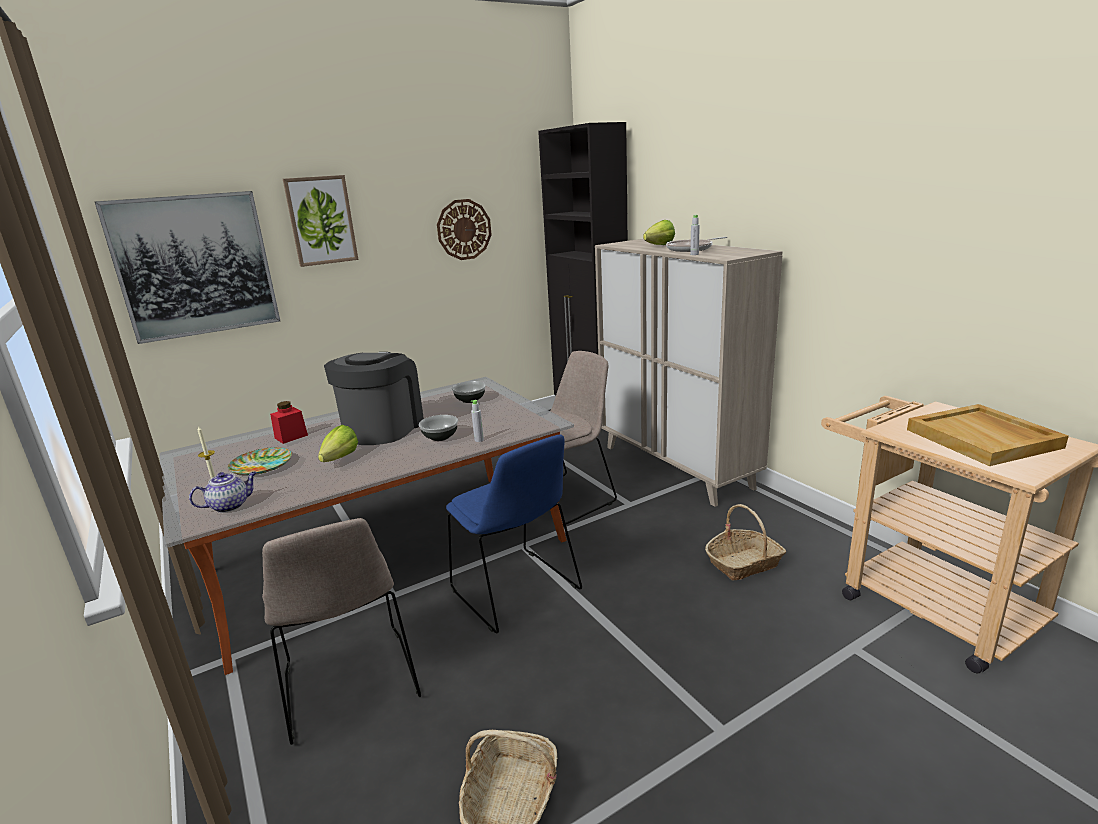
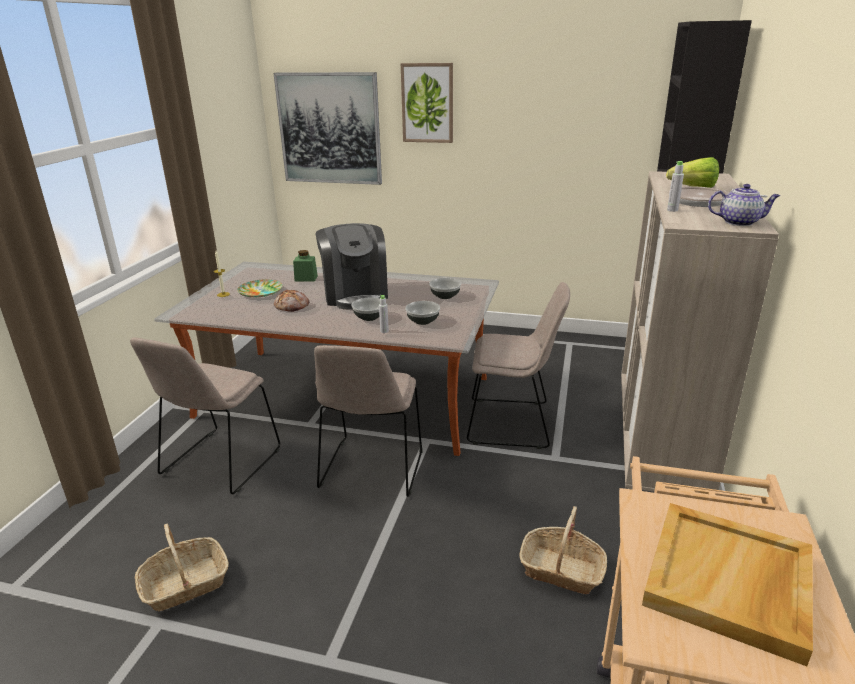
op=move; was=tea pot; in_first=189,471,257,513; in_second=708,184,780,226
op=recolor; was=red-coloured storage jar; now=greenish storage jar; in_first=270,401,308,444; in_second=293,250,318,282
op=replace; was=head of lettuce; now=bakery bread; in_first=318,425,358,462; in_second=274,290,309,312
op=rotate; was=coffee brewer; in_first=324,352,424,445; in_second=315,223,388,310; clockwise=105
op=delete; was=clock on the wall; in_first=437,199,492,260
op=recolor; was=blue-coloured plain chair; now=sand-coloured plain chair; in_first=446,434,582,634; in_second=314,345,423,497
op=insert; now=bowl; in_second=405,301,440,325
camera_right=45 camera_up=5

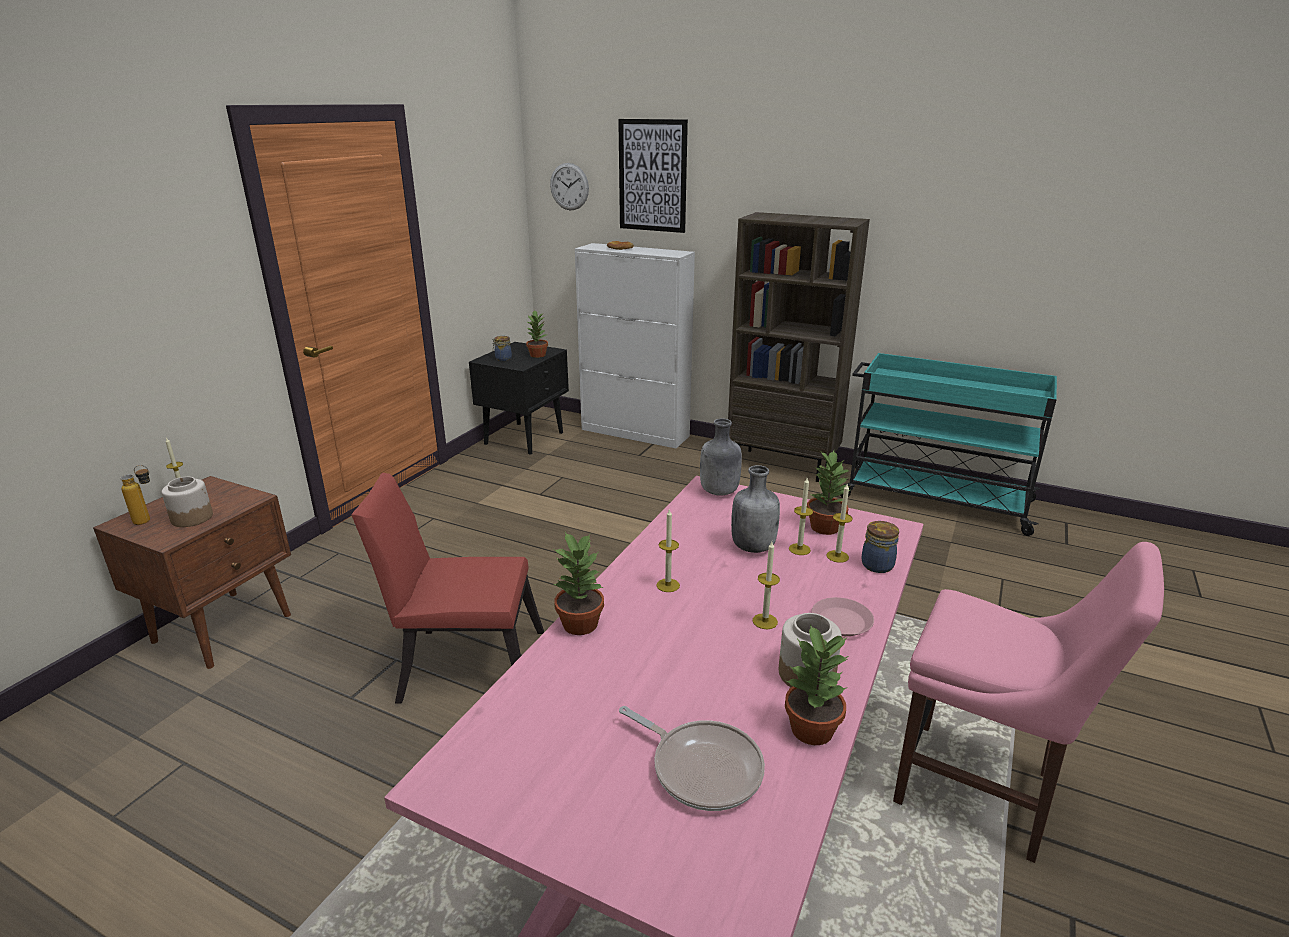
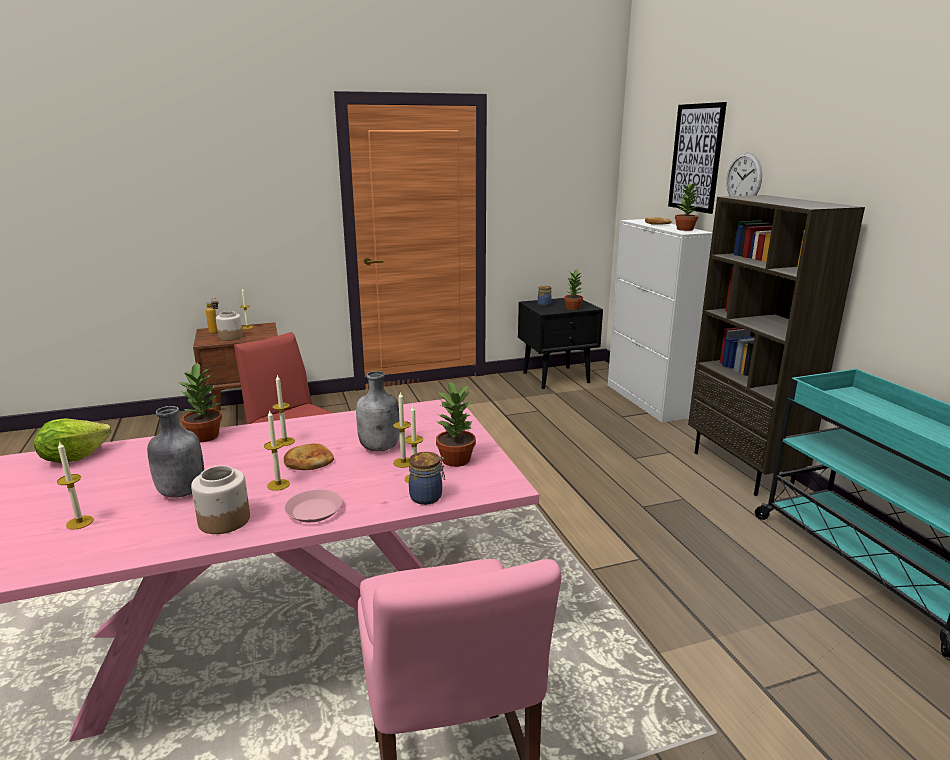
op=move; was=clock on the wall; in_first=550,163,589,210; in_second=726,152,762,196
op=replace; was=skillet; now=wax candle; in_first=619,706,765,811; in_second=57,441,94,530
op=move; was=gray bottle; in_first=700,418,742,496; in_second=147,406,204,498
op=move; was=houseplant; in_first=785,624,848,745; in_second=675,183,699,231
op=insert; now=head of lettuce; in_second=34,418,111,463
op=insert; now=bakery bread; in_second=284,444,334,470
camera_right=45 camera_up=-5

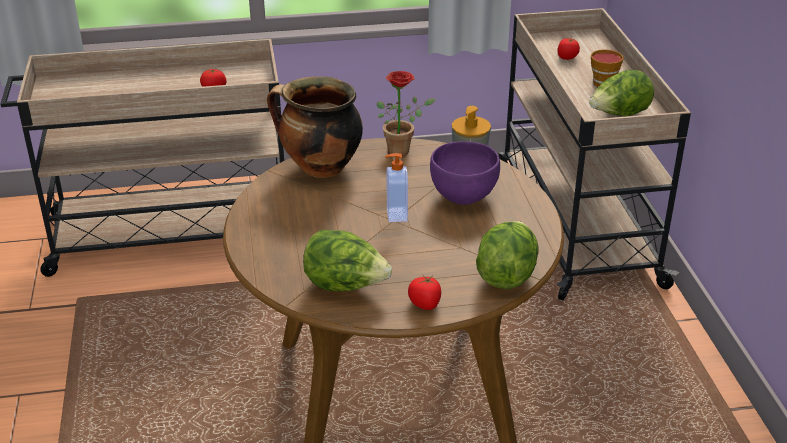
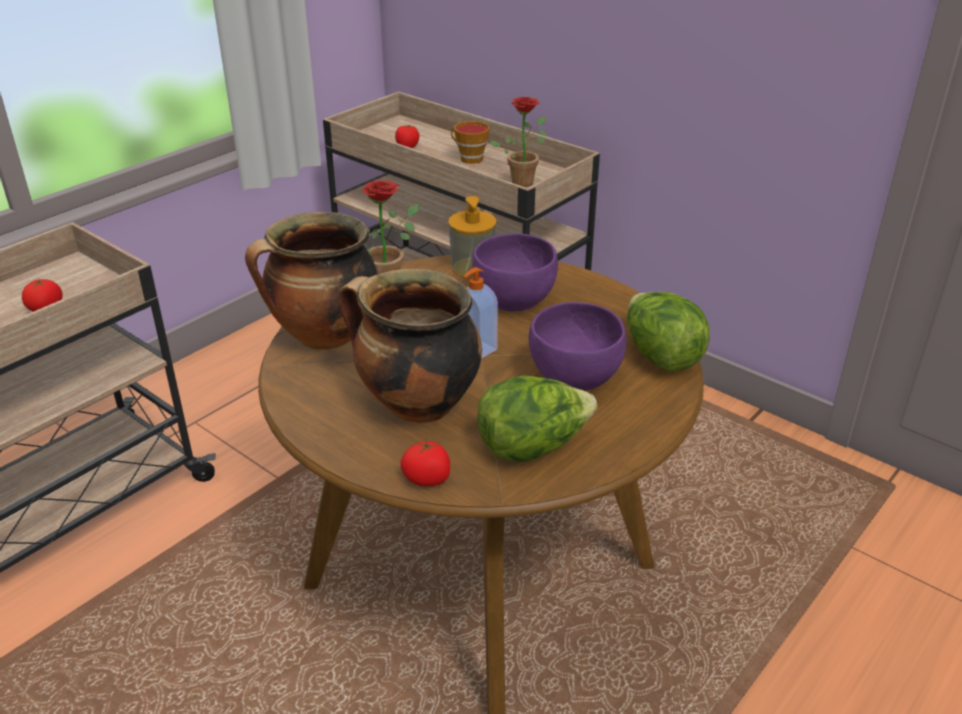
op=move; was=fresh tomato; in_first=408,276,441,310; in_second=400,439,450,486
op=replace; was=head of lettuce; now=houseplant; in_first=589,70,654,116; in_second=490,97,547,187
op=insert; now=saucepot; in_second=338,269,482,423
op=insert; now=purplish bowl; in_second=529,302,627,391
camera_right=-40 camera_up=0

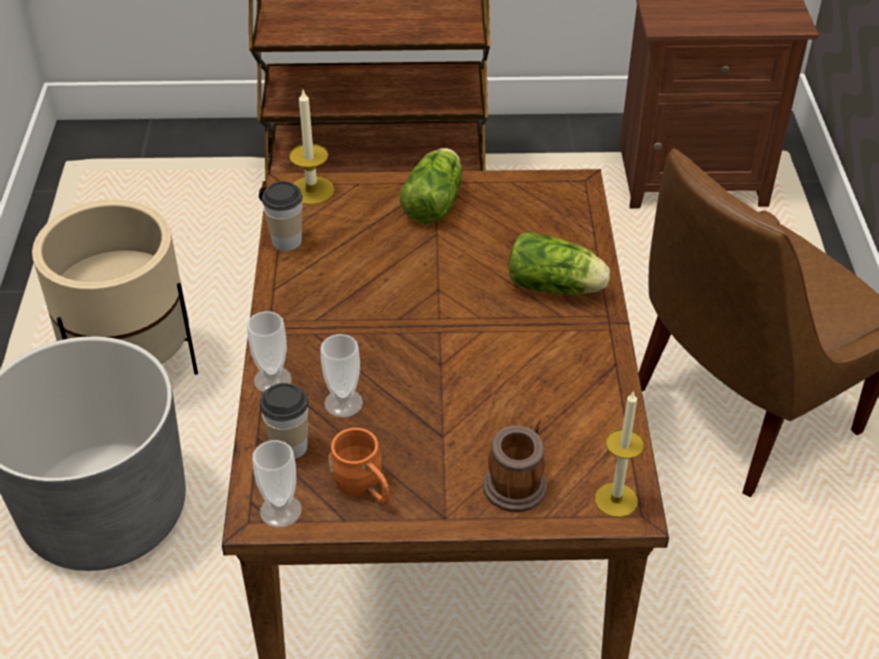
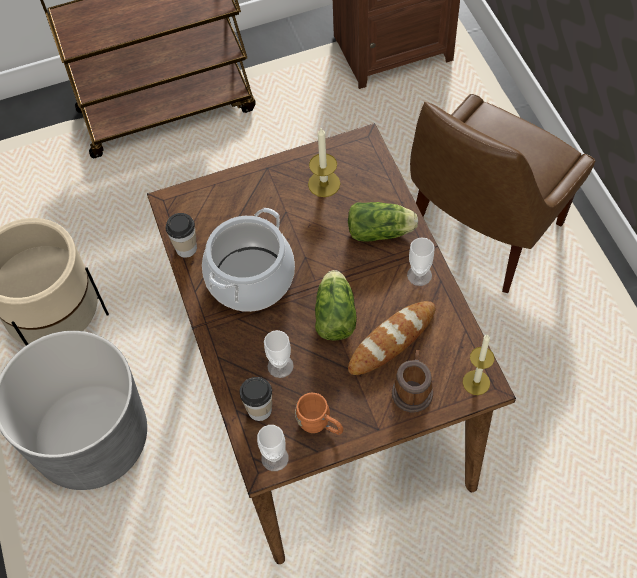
op=move; was=small cup; in_first=247,311,292,392; in_second=407,237,435,286
op=move; was=wax candle; in_first=289,88,334,205; in_second=308,128,340,197
op=move; was=head of lettuce; in_first=400,148,462,224; in_second=315,270,357,341
op=insert; now=saucepot; in_second=202,208,295,312
op=insert; now=bakery bread; in_second=348,301,436,375
camera_right=-15 camera_up=15

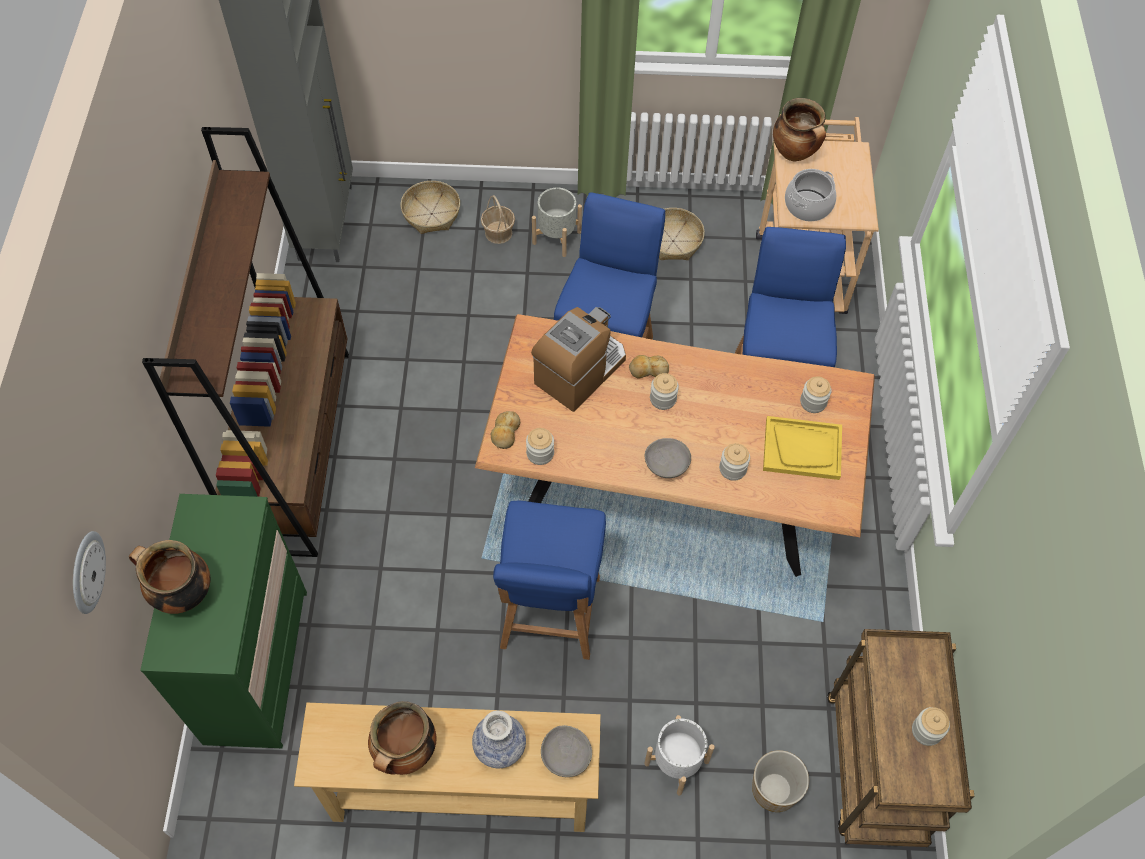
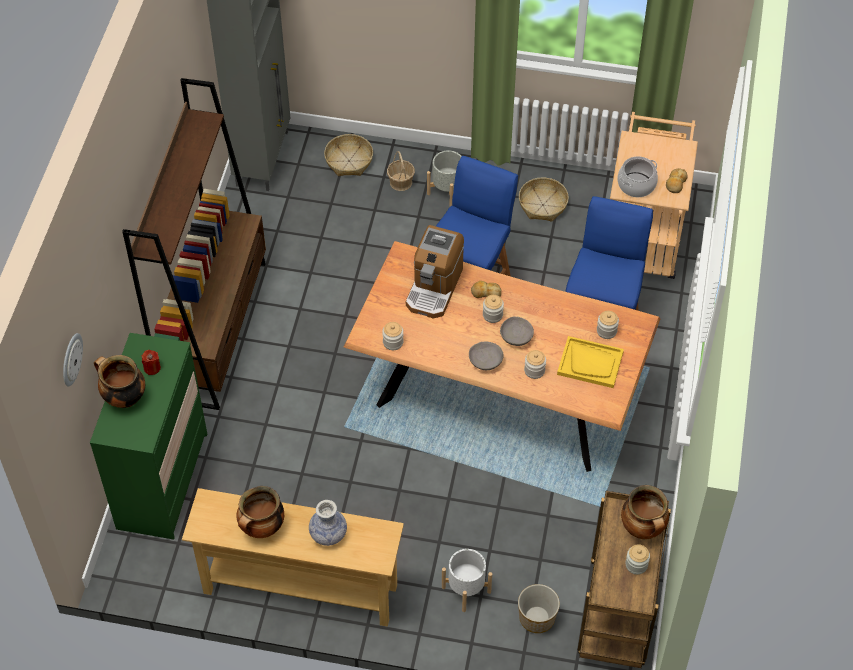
op=move; was=bakery bread; in_first=491,411,520,449; in_second=666,168,688,193
op=delete; was=blue-coloured plain chair; in_first=493,501,606,660
op=rotate; was=coffee brewer; in_first=531,307,626,412; in_second=406,225,464,319; clockwise=150
op=move; was=gray bowl; in_first=541,725,592,777; in_second=500,317,534,346
op=move; was=saucepot; in_first=773,98,826,161; in_second=621,485,669,539
op=insert; now=red-coloured wax candle; in_second=142,350,161,375
camera_right=10 camera_up=-5

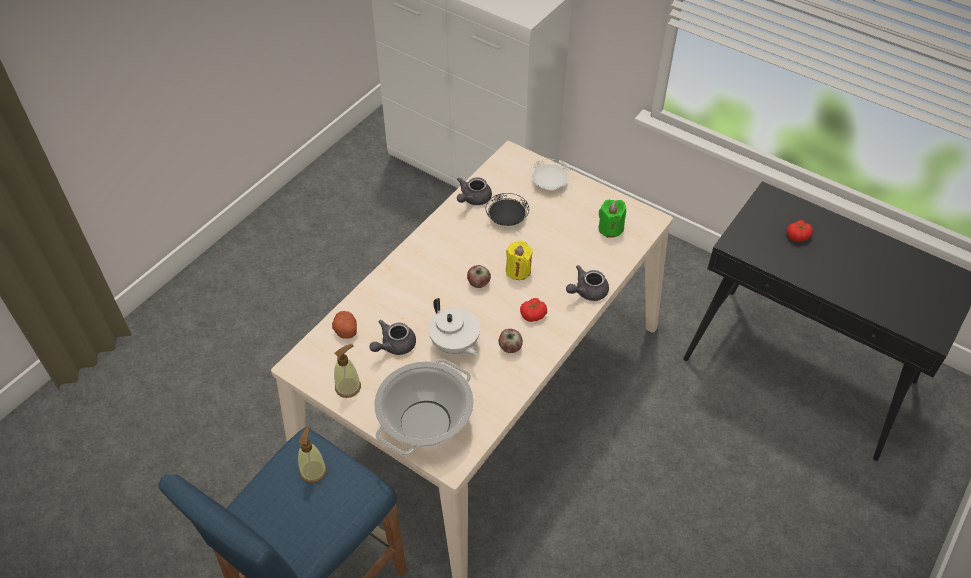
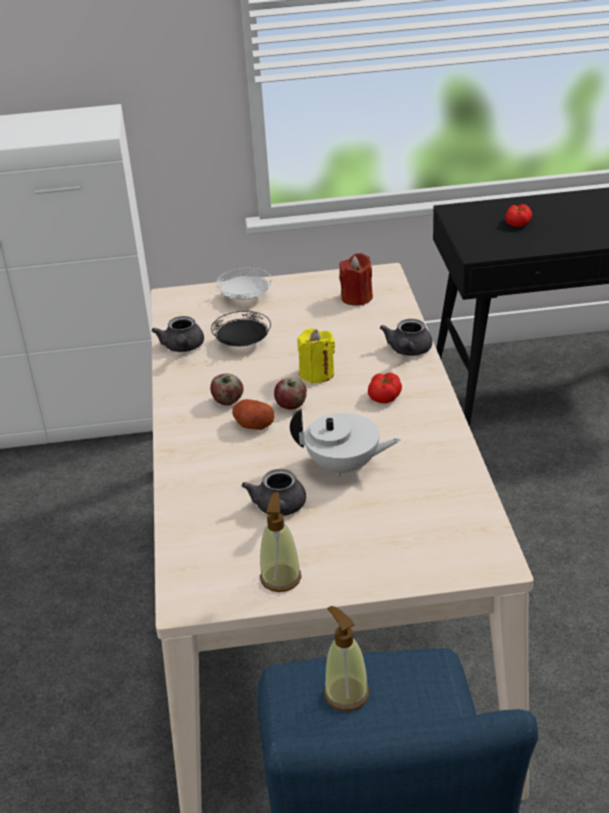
op=move; was=whole potato; in_first=332,311,357,339; in_second=232,399,274,430
op=delete; was=saucepot; in_first=374,359,474,455
op=move; was=apple; in_first=498,329,523,353; in_second=210,374,243,405
op=recolor; was=greenish wax candle; now=red-coloured wax candle; in_first=598,200,626,238; in_second=339,253,373,306
camera_right=-40 camera_up=-15

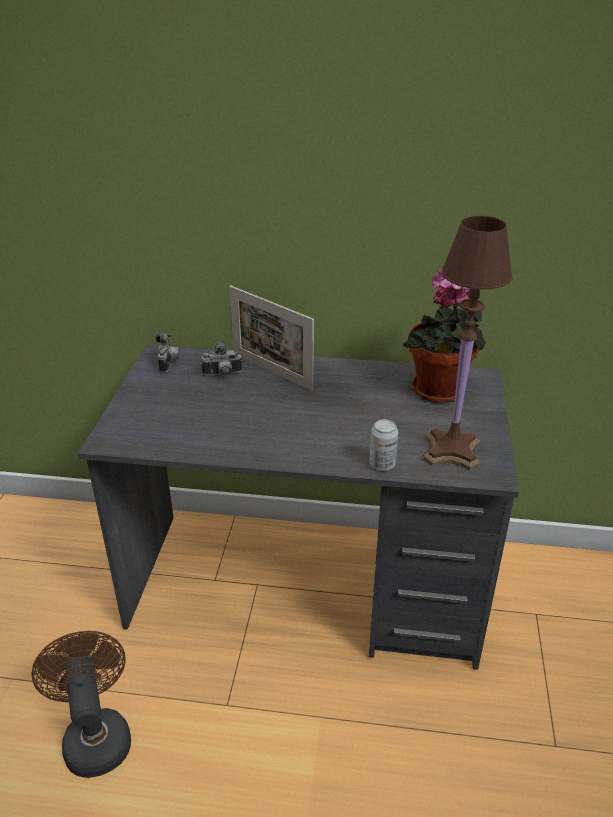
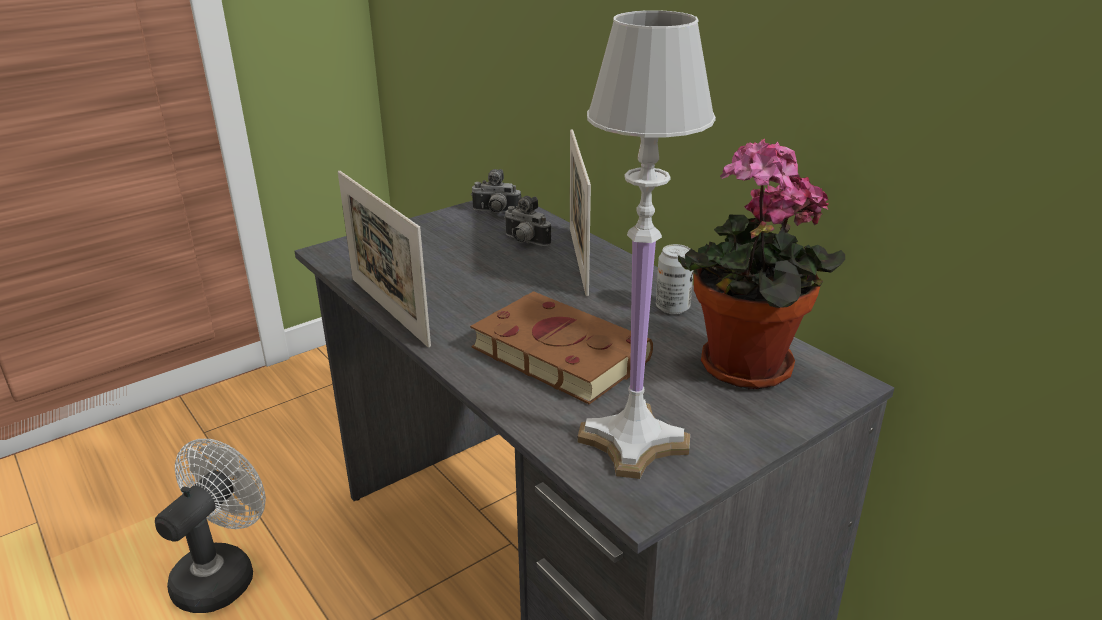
op=recolor; was=brown-coloured cooling fan; now=white cooling fan; in_first=31,631,131,778; in_second=155,439,266,613
op=rotate; was=photo camera; in_first=155,333,180,373; in_second=471,169,521,214; clockwise=60
op=move; was=can; in_first=370,419,398,471; in_second=656,244,694,314
op=recolor; was=brown-coloured tabletop lamp; now=white tabletop lamp; in_first=423,216,513,471; in_second=578,10,716,479
op=insert; now=standing frame; in_second=338,171,431,348
op=insert; now=brown-coloured book; in_second=470,291,653,404
camera_right=45 camera_up=-5

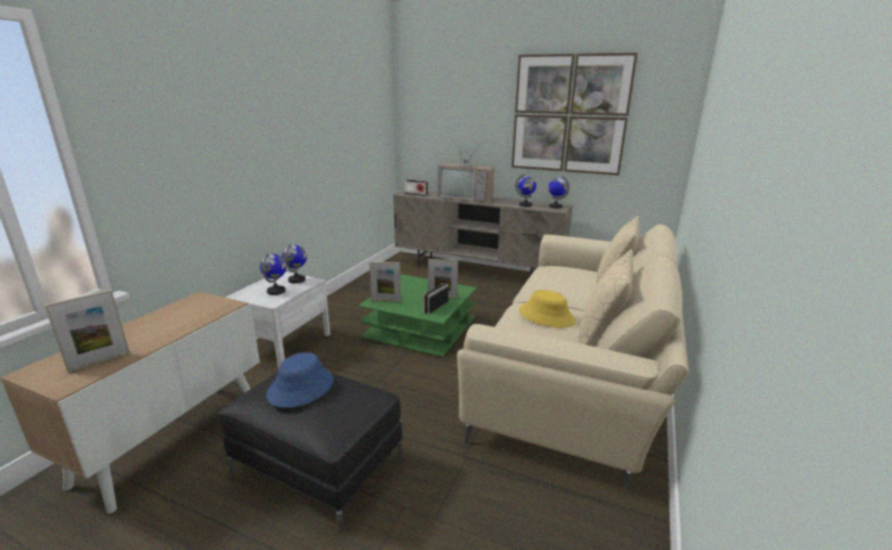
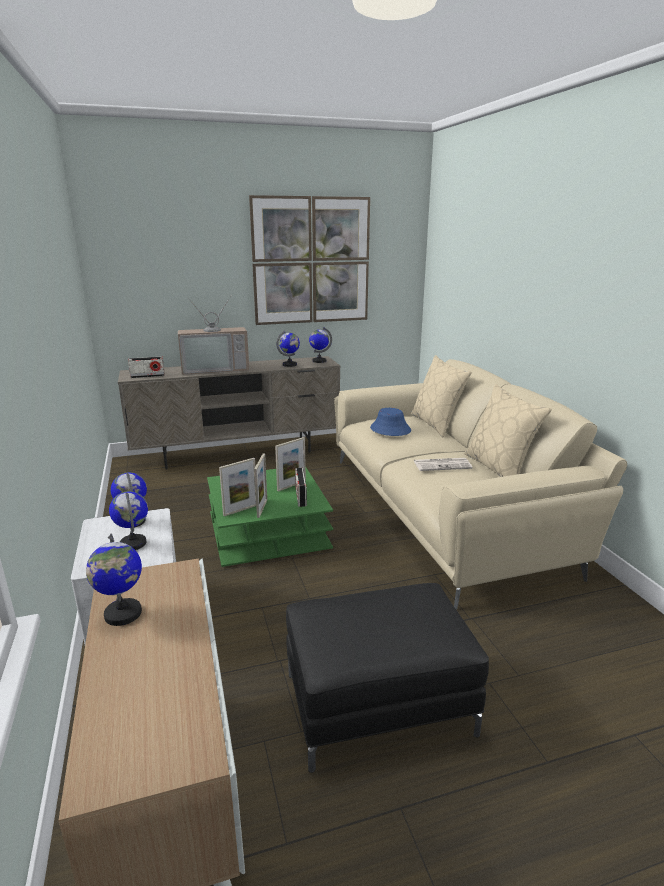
op=move; was=standing frame; in_first=44,289,130,372; in_second=254,454,267,518
op=move; was=blue-coloured hat; in_first=266,352,334,408; in_second=370,408,411,436
op=replace; was=yellow hat; now=daily paper; in_first=519,290,576,328; in_second=414,458,473,471
op=insert; now=desk globe; in_second=86,534,142,626
camera_right=-40 camera_up=0

